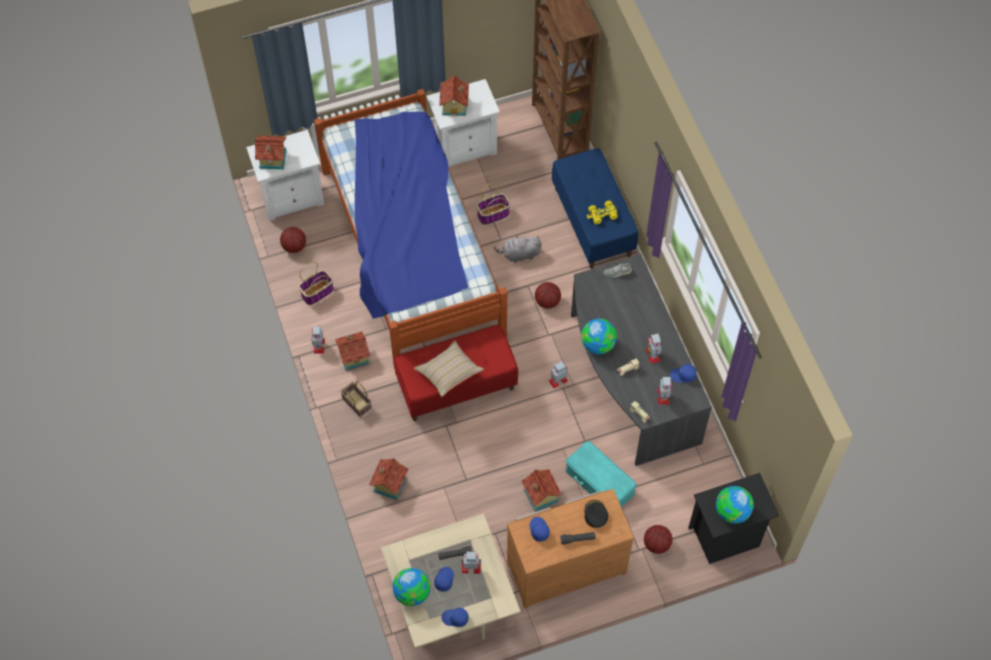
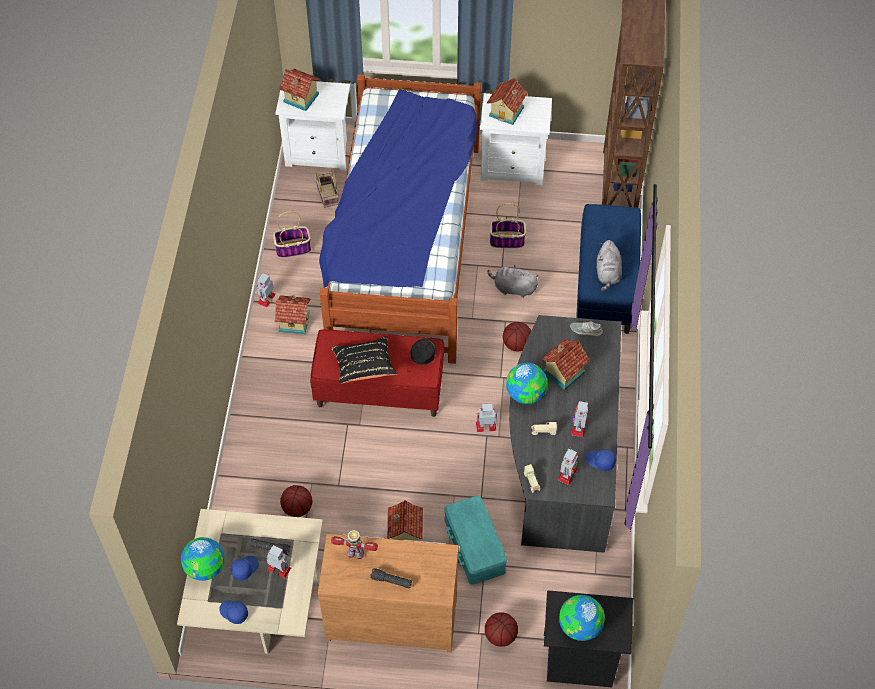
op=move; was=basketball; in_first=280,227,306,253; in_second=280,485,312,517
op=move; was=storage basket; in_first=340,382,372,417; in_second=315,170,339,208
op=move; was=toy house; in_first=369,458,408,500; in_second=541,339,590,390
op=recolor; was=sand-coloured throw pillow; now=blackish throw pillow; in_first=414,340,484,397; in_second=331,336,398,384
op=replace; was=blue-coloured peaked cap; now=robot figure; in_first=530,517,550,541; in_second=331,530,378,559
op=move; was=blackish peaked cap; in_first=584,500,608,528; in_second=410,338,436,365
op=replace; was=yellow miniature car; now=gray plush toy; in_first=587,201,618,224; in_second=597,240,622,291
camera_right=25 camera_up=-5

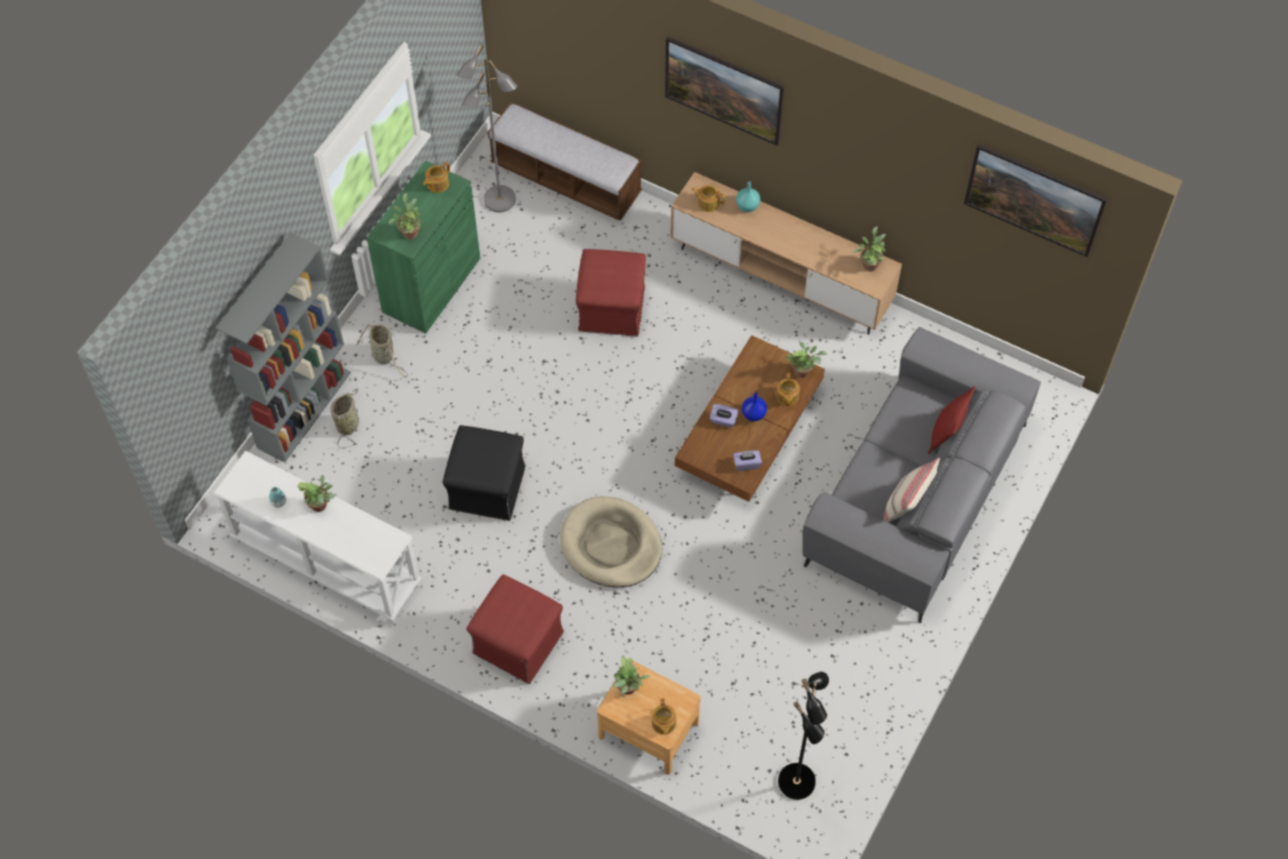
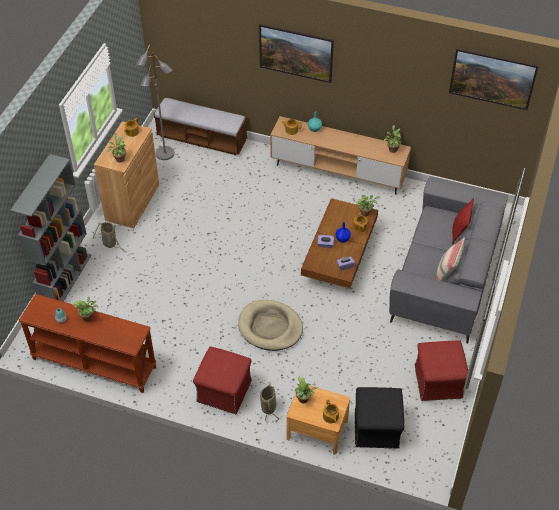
op=recolor; was=white hall table; now=brown-coloured hall table; in_first=214,451,421,625; in_second=19,294,156,393
op=move; was=storage basket; in_first=330,388,359,448; in_second=260,382,279,422
op=recolor; was=greenish cupboard; now=brown-coloured cupboard; in_first=367,160,480,334; in_second=94,121,159,228
op=move; was=blackish ottoman; in_first=443,425,526,521; in_second=355,387,404,449
op=move; was=red-coloured ottoman; in_first=576,249,646,337; in_second=414,341,468,401
op=delete; was=blackish standing lamp; in_first=778,672,829,800
camera_right=-10 camera_up=-10

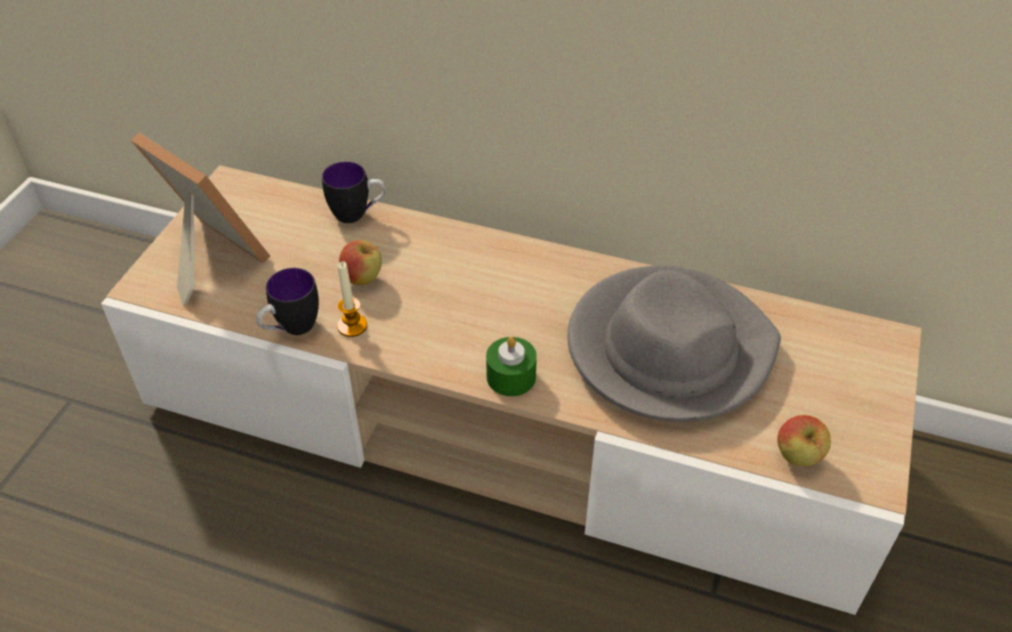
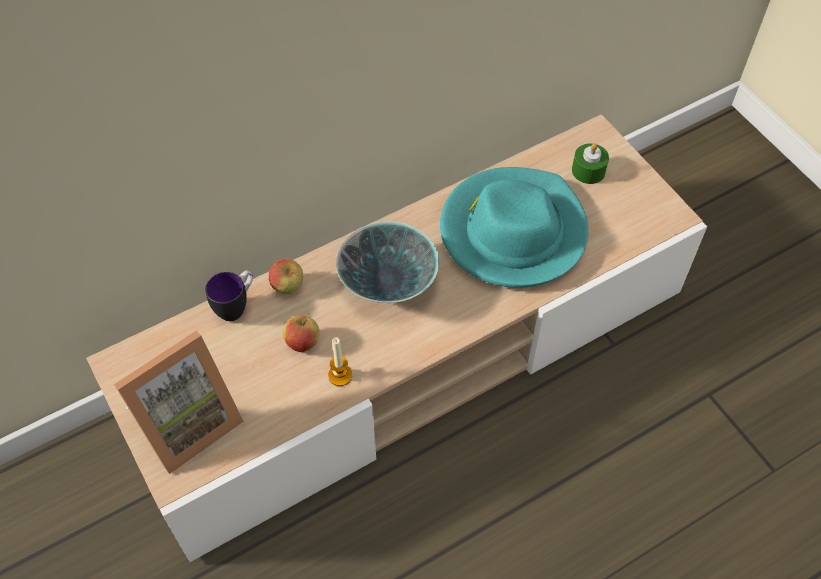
op=rotate; was=standing frame; in_first=131,133,270,306; in_second=114,331,244,474; clockwise=150
op=delete; was=tea mug; in_first=256,268,319,335
op=move; was=greenish wax candle; in_first=486,336,537,396; in_second=572,143,609,184
op=recolor; was=gray hat; now=turquoise-coloured hat; in_first=567,266,781,422; in_second=440,167,589,288
op=move; was=apple; in_first=777,415,831,466; in_second=269,259,303,294
op=insert; now=bowl; in_second=335,221,439,303
camera_right=-50 camera_up=10

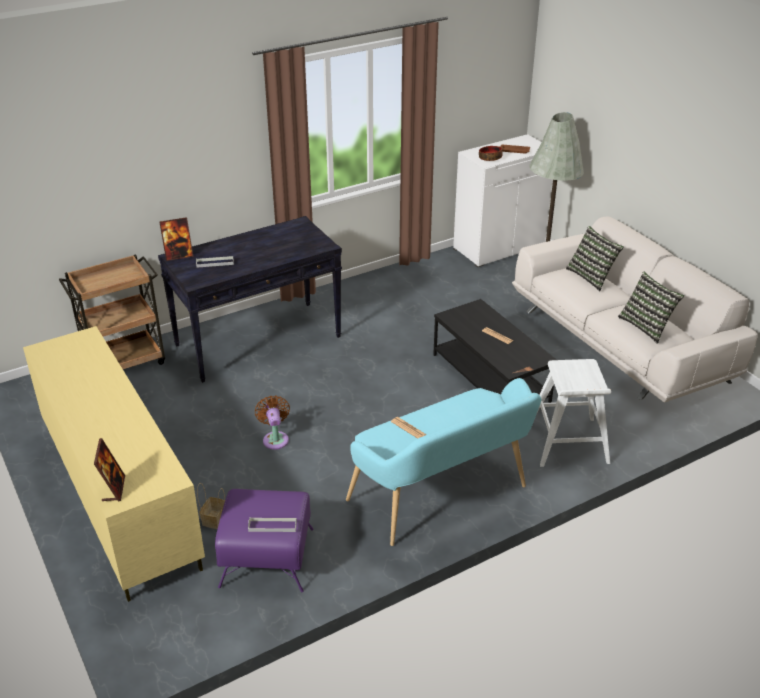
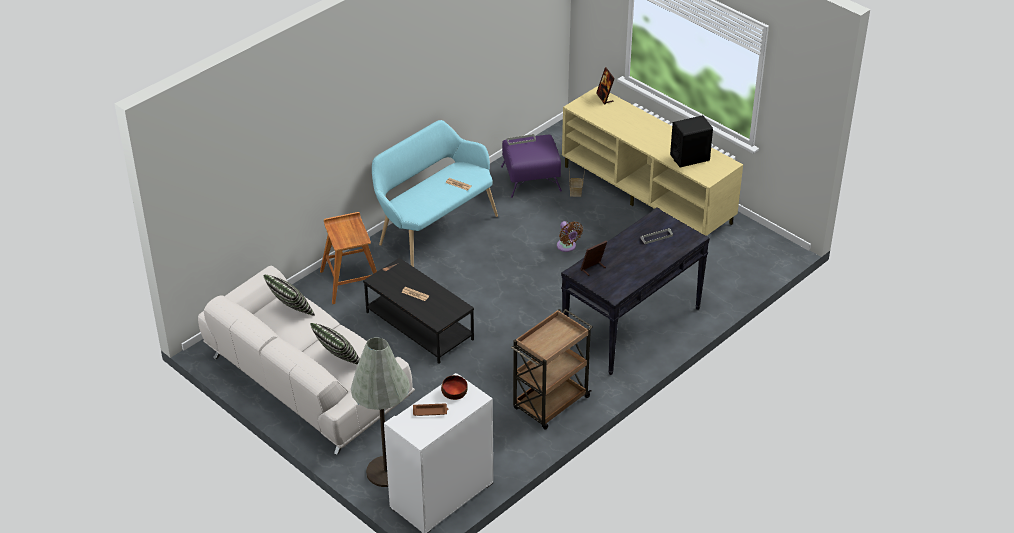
op=move; was=brown-coloured wheeled cart; in_first=59,254,165,369; in_second=511,309,593,430
op=move; was=standing frame; in_first=159,217,193,261; in_second=580,241,607,276
op=recolor; was=white stool seat; now=brown-coloured stool seat; in_first=538,359,611,467; in_second=320,212,377,304
op=insert; now=blackish loudspeaker; in_second=670,115,713,167
camera_right=165 camera_up=5

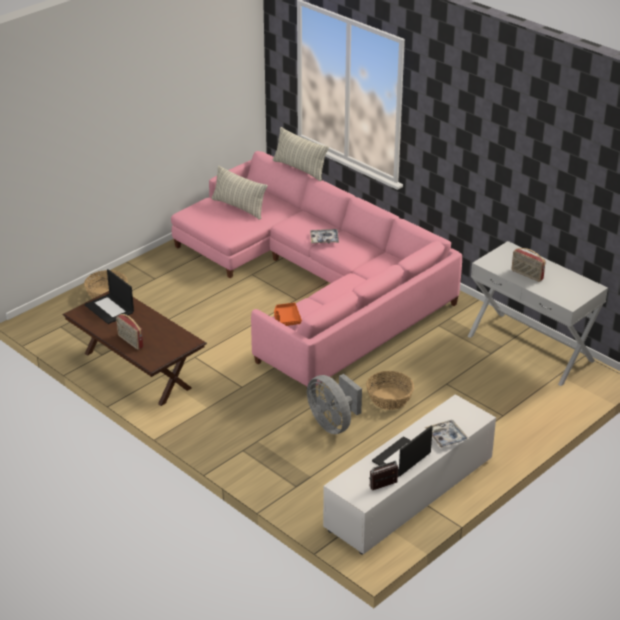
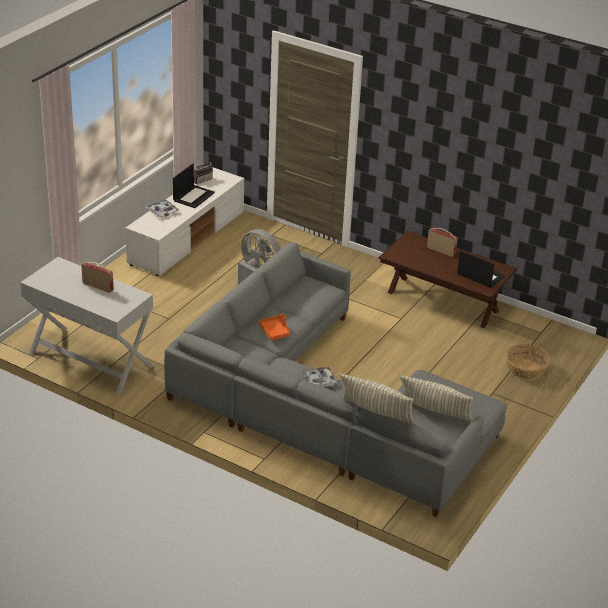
op=recolor; was=pinkish sofa; now=gray sofa; in_first=171,151,462,387; in_second=164,243,507,517
op=move; was=orange-coloured serving tray; in_first=274,303,302,326; in_second=258,314,289,340
op=delete; was=storage basket; in_first=366,371,414,410
camera_right=165 camera_up=0

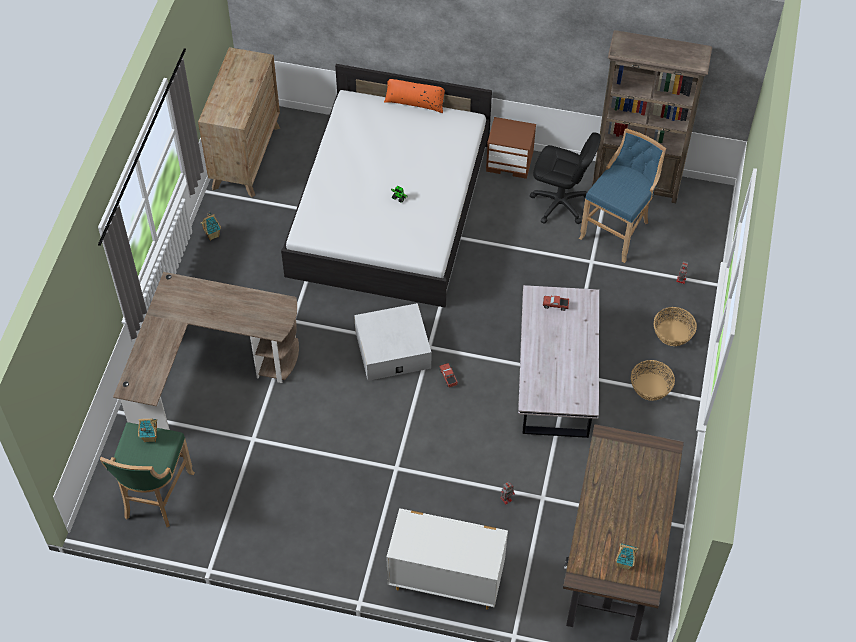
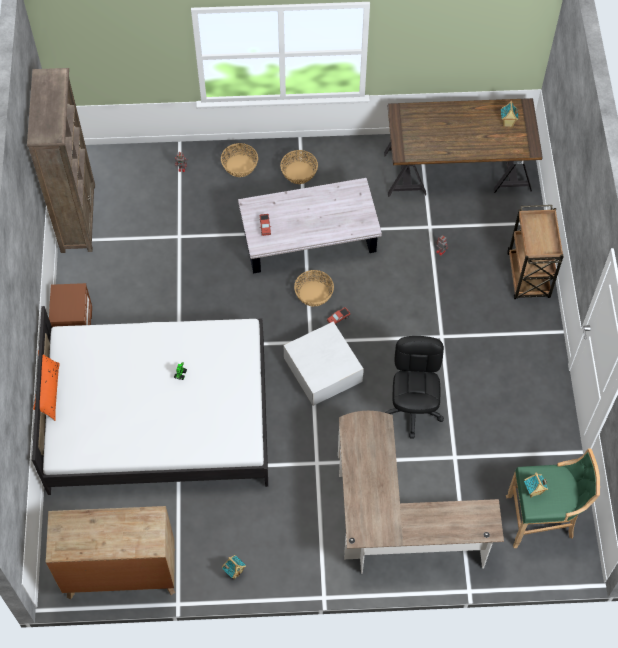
op=replace; was=white chest of drawers; now=brown-coloured wheeled cart; in_first=386,508,508,610; in_second=507,205,564,299
op=move; was=blackish office chair; in_first=530,132,601,224; in_second=384,336,444,439
op=delete; was=blue-coloured stool seat; in_first=579,128,666,263
op=insert; now=storage basket; in_second=294,270,334,307
camera_right=-105 camera_up=5

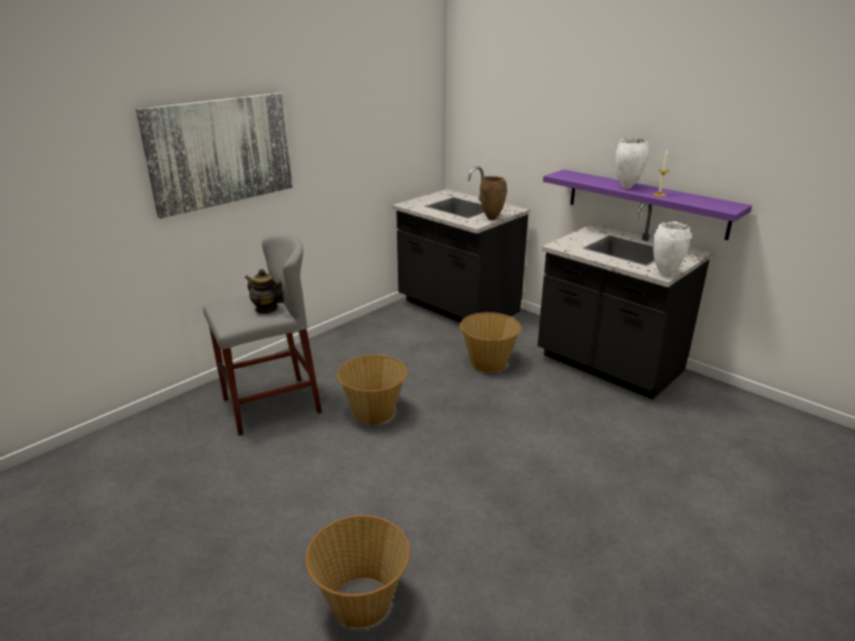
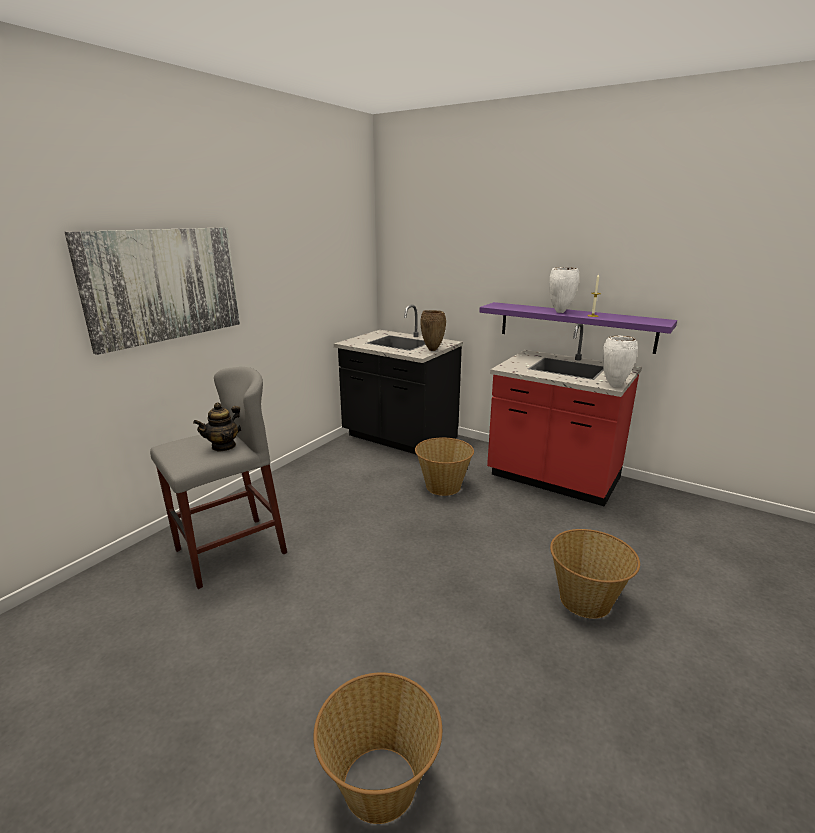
op=rotate; was=tea pot; in_first=245,269,284,314; in_second=193,402,241,452; clockwise=-60
op=move; was=storage basket; in_first=337,355,407,425; in_second=550,529,640,619
op=recolor; was=blackish kitchen counter; now=red-coloured kitchen counter; in_first=538,203,713,400; in_second=487,324,642,507
camera_right=-10 camera_up=-5

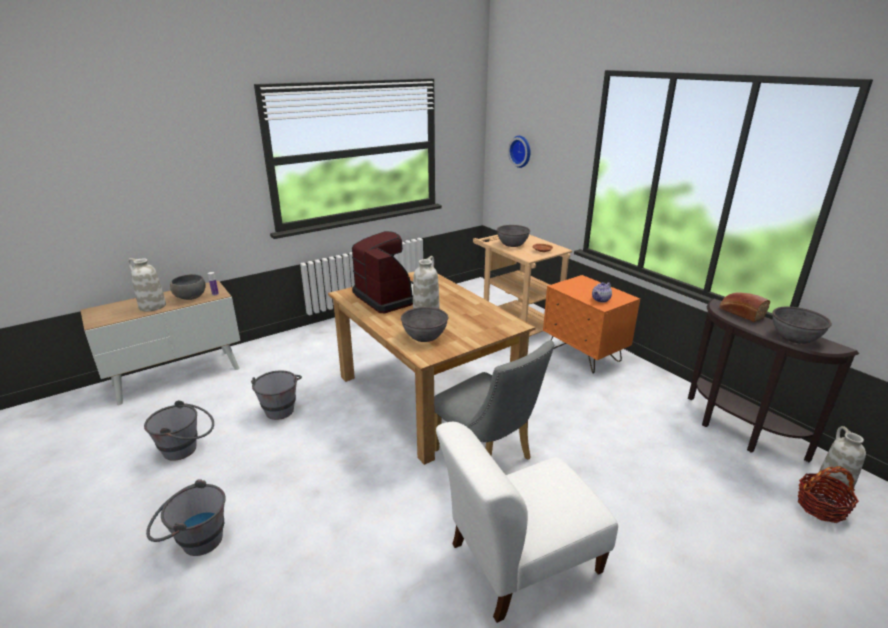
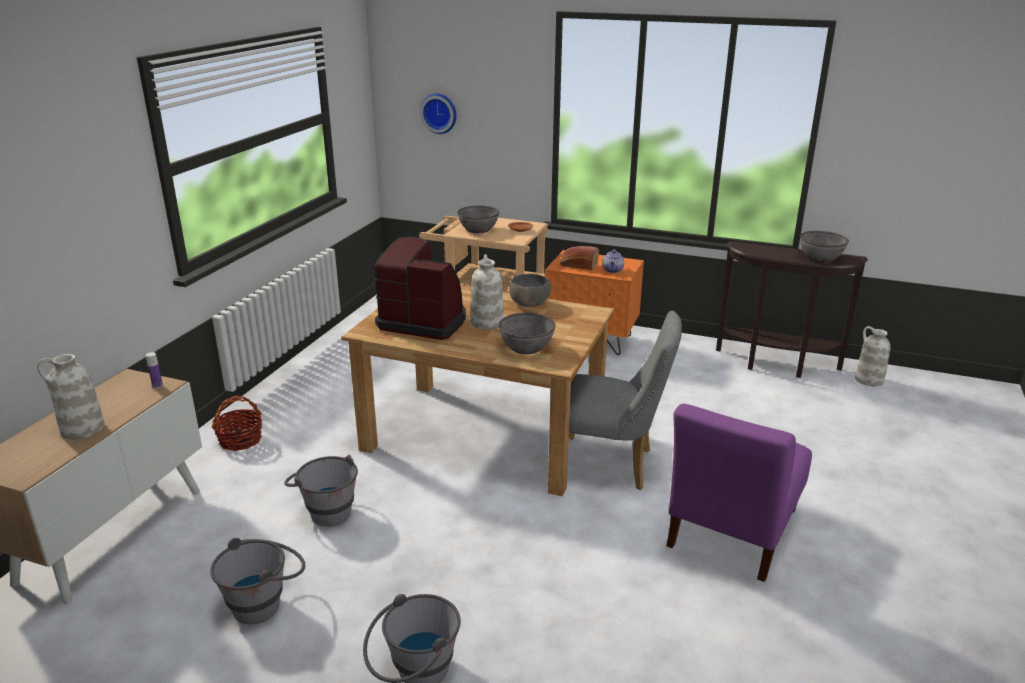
op=move; was=gray bowl; in_first=170,274,206,300; in_second=509,273,551,307
op=recolor; was=white plain chair; now=purplish plain chair; in_first=436,422,618,623; in_second=666,404,812,582
op=move; was=bakery bread; in_first=720,292,770,322; in_second=560,246,599,270
op=move; was=storage basket; in_first=798,466,859,523; in_second=212,396,262,451
camera_right=-35 camera_up=0

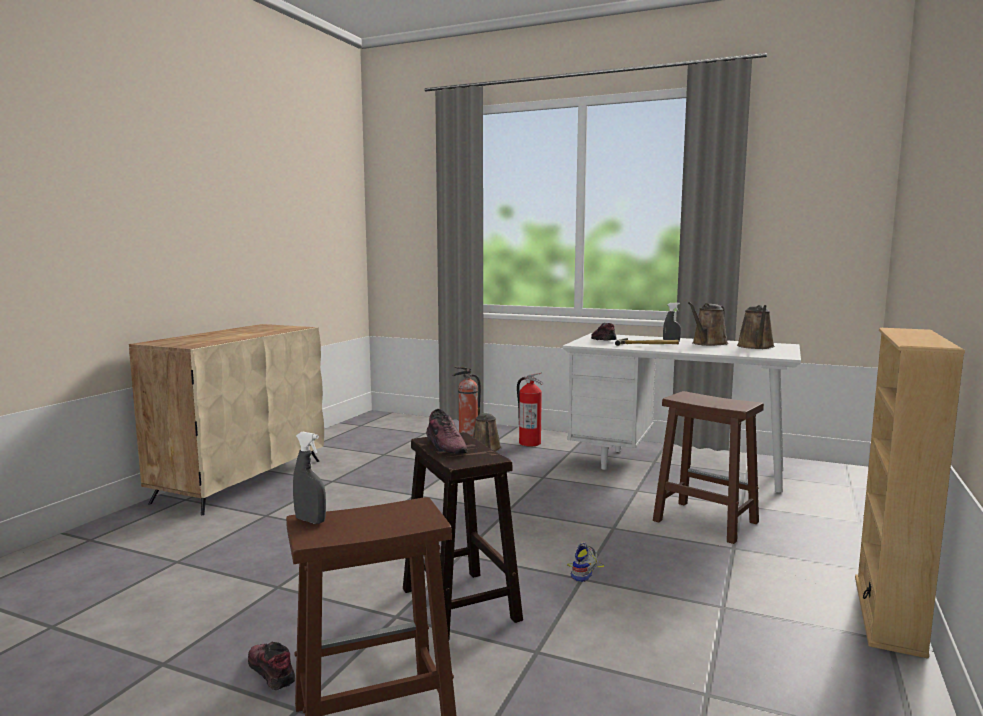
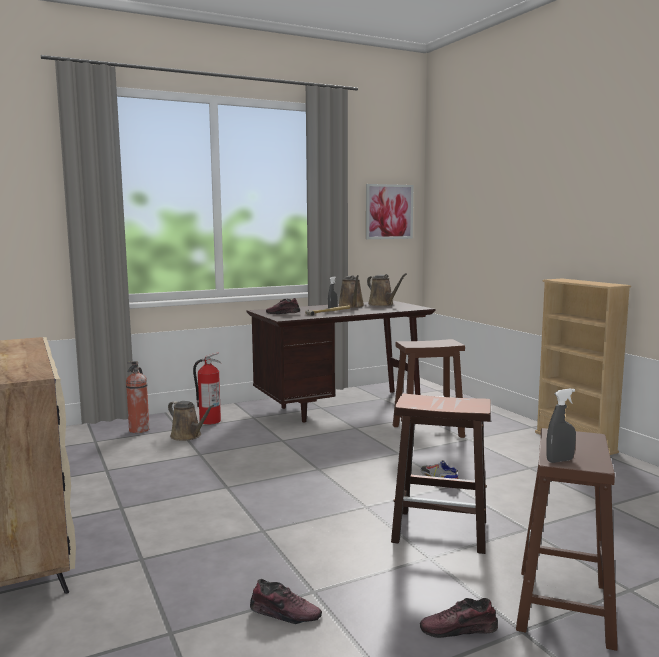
op=move; was=low shoe; in_first=426,409,467,454; in_second=250,579,322,624
op=recolor; was=white desk table; now=brown-coloured desk table; in_first=563,333,801,493; in_second=246,301,436,422
op=insert; now=wall picture; in_second=366,184,413,239
camera_right=-50 camera_up=0

